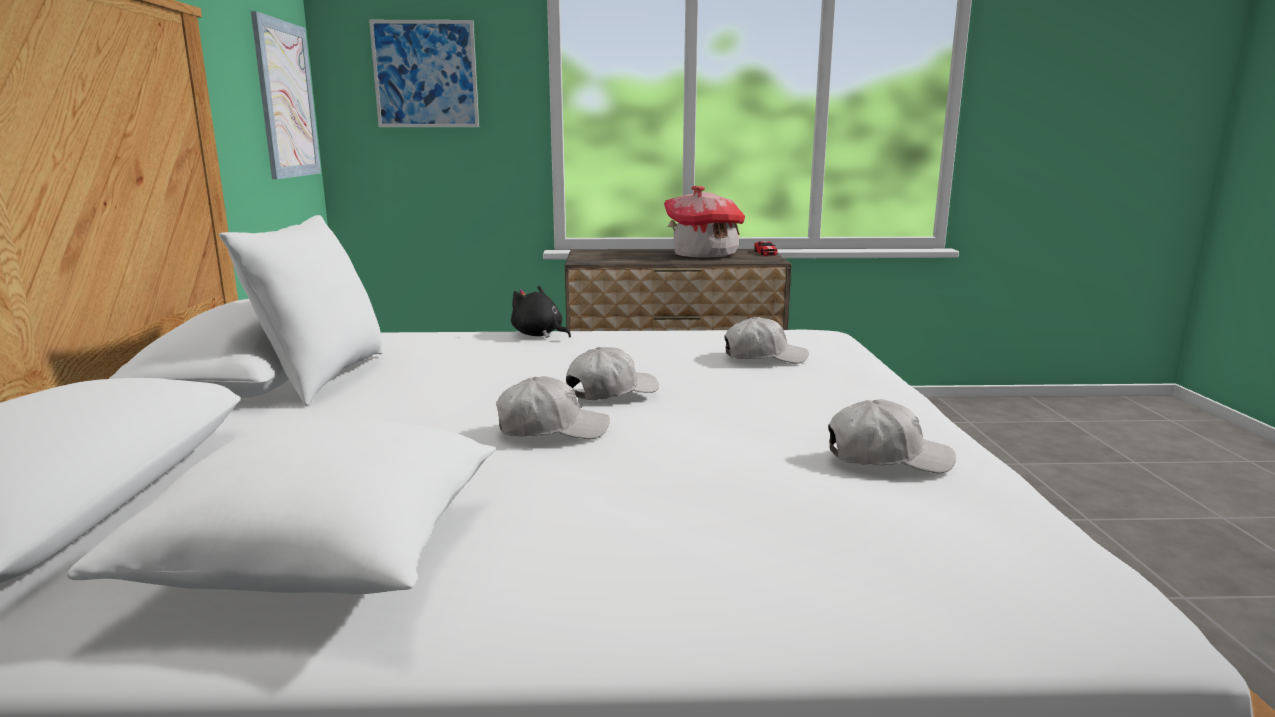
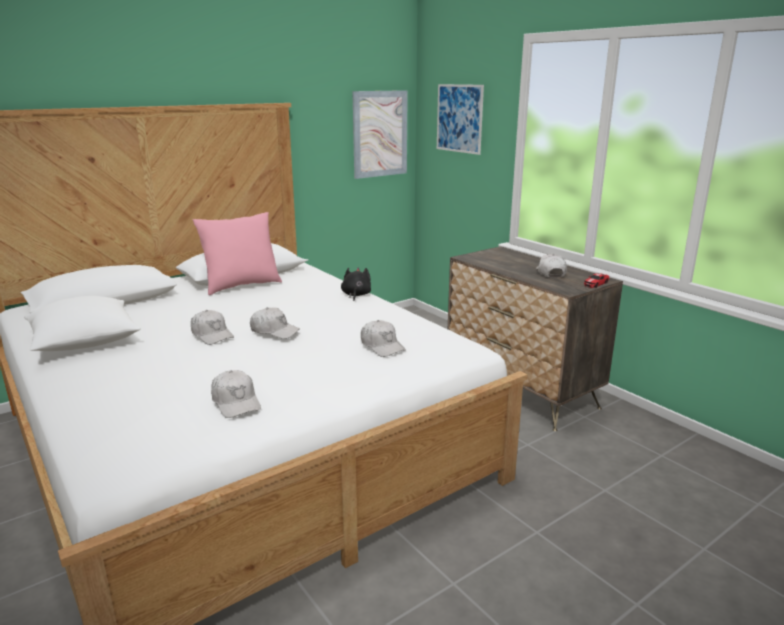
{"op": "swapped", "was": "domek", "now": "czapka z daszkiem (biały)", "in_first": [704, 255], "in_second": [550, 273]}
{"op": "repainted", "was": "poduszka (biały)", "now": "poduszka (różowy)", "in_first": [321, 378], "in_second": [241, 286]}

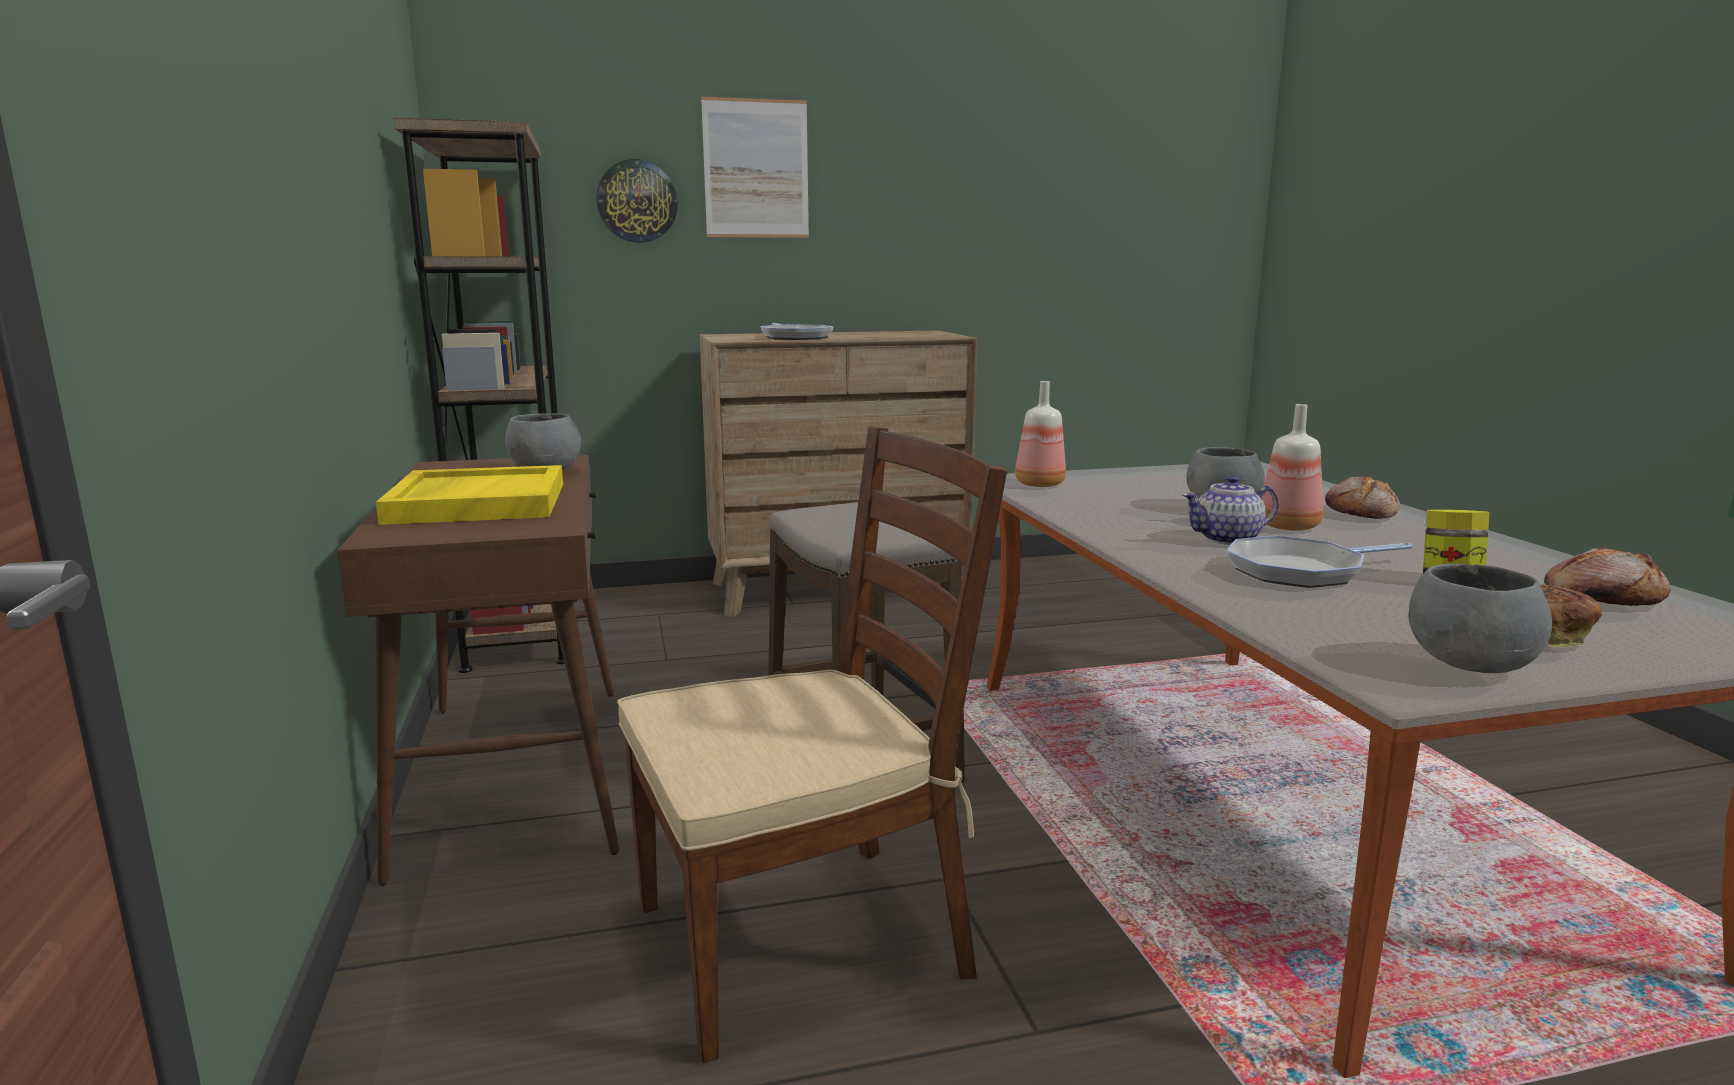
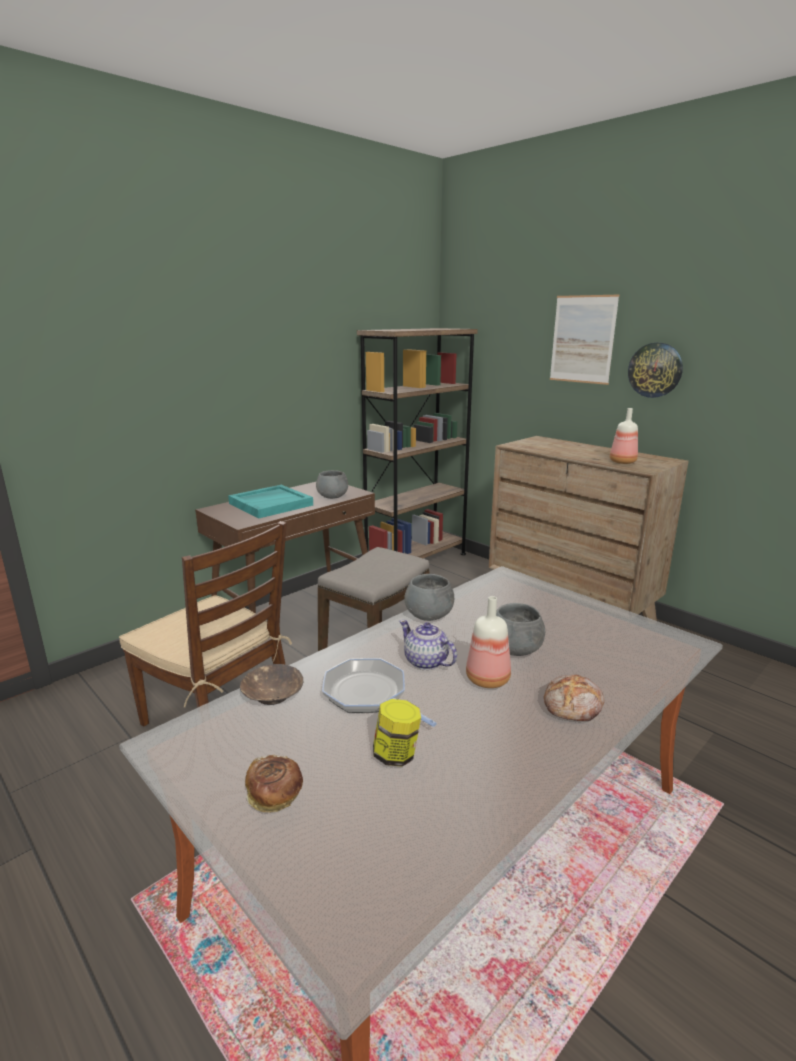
{"op": "shifted", "was": "zegar ścienny", "in_first": [637, 201], "in_second": [655, 370]}
{"op": "gone", "was": "patelnia", "in_first": [795, 337]}
{"op": "shifted", "was": "butelka", "in_first": [1038, 484], "in_second": [621, 462]}
{"op": "repainted", "was": "taca (żółty)", "now": "taca (turkusowy)", "in_first": [477, 502], "in_second": [271, 504]}
{"op": "gone", "was": "chleb", "in_first": [1602, 597]}
{"op": "shifted", "was": "miska (szary)", "in_first": [1470, 664], "in_second": [429, 616]}
{"op": "new", "now": "miska (brązowy)", "in_second": [272, 694]}

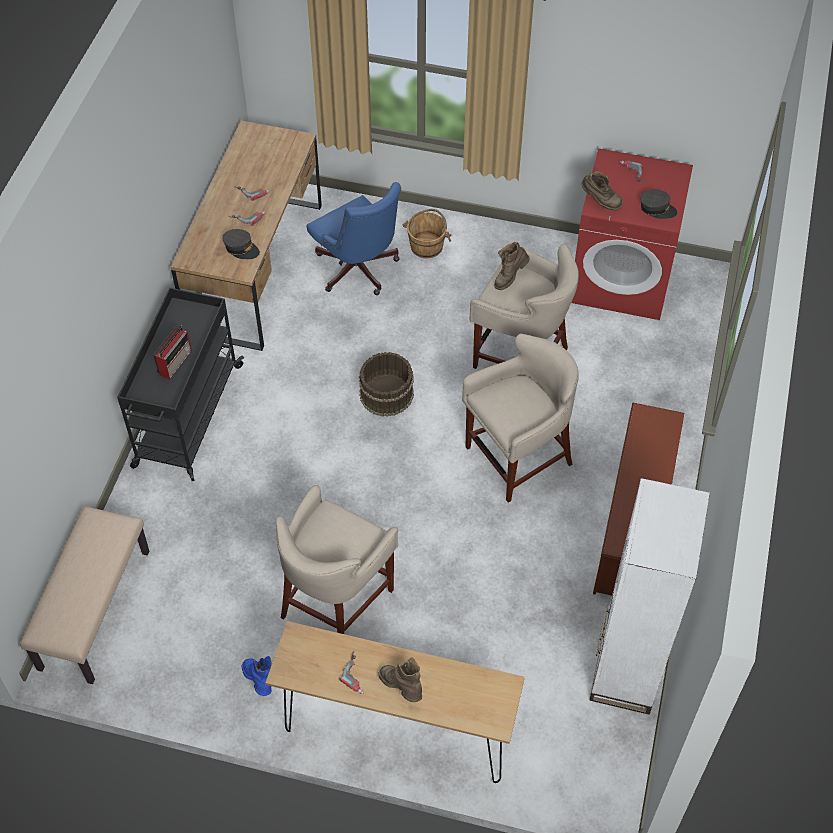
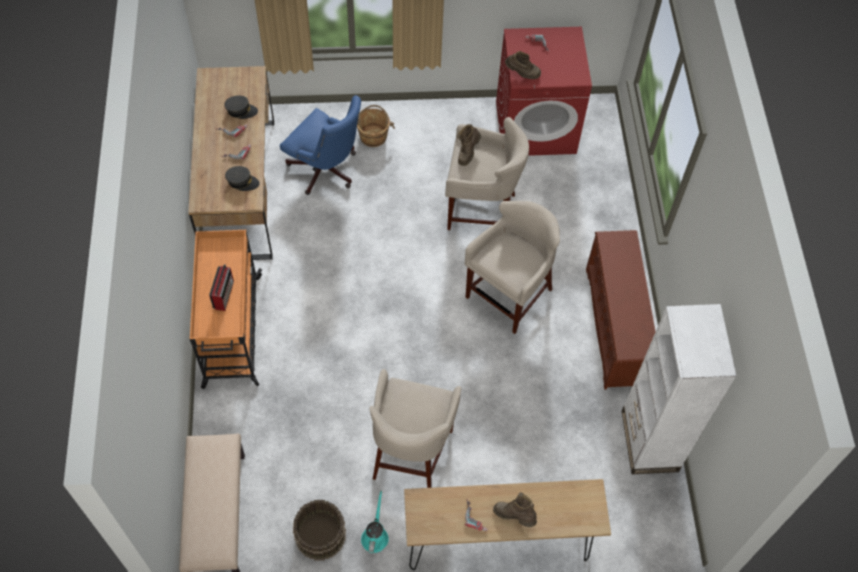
{"op": "shifted", "was": "czapka z daszkiem (szary)", "in_first": [657, 209], "in_second": [241, 110]}
{"op": "repainted", "was": "wózek (czarny)", "now": "wózek (pomarańczowy)", "in_first": [187, 417], "in_second": [232, 332]}
{"op": "shifted", "was": "wiadro (brązowy)", "in_first": [386, 393], "in_second": [319, 534]}
{"op": "swapped", "was": "but z cholewką (niebieski)", "now": "konewka (turkusowy)", "in_first": [259, 681], "in_second": [375, 536]}

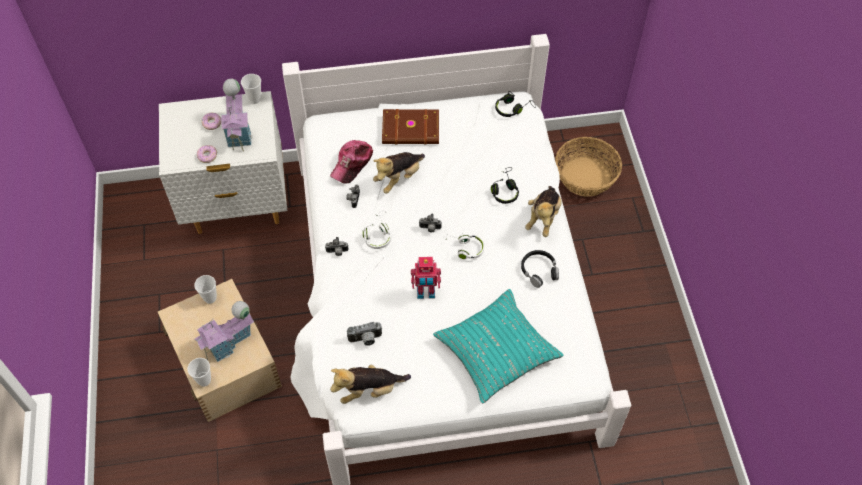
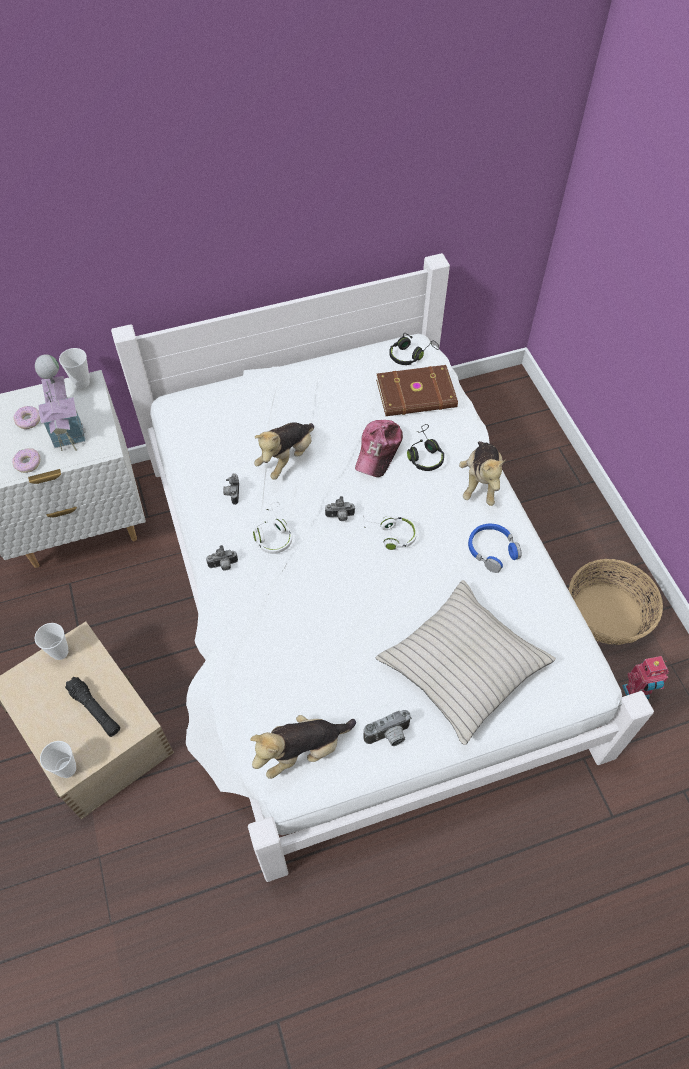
{"op": "shifted", "was": "książka (brązowy)", "in_first": [411, 130], "in_second": [417, 395]}
{"op": "shifted", "was": "koszyk", "in_first": [586, 176], "in_second": [607, 613]}
{"op": "shifted", "was": "czapka z daszkiem", "in_first": [352, 164], "in_second": [378, 451]}
{"op": "repainted", "was": "słuchawki (czarny)", "now": "słuchawki (niebieski)", "in_first": [539, 270], "in_second": [492, 550]}
{"op": "shifted", "was": "robot zabawkowy", "in_first": [426, 293], "in_second": [636, 693]}
{"op": "repainted", "was": "poduszka (turkusowy)", "now": "poduszka (beżowy)", "in_first": [496, 350], "in_second": [462, 666]}
{"op": "swapped", "was": "domek", "now": "latarka (czarny)", "in_first": [229, 343], "in_second": [95, 710]}
{"op": "shifted", "was": "aparat fotograficzny", "in_first": [365, 340], "in_second": [389, 736]}

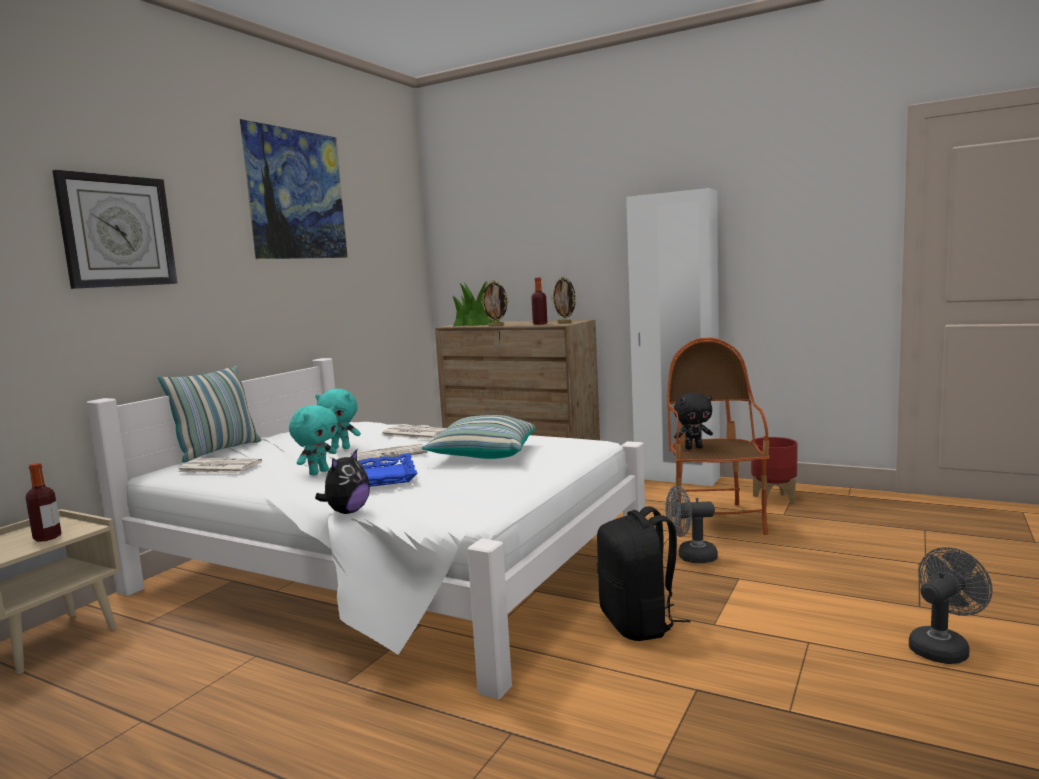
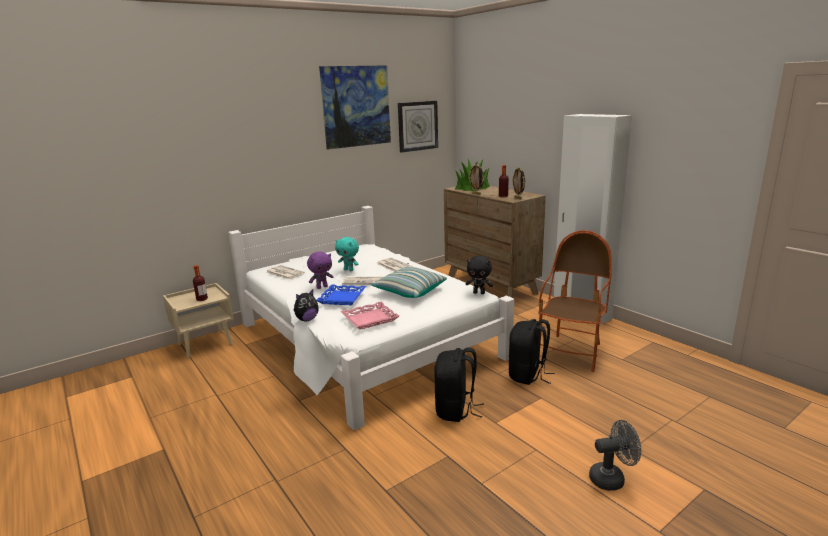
{"op": "shifted", "was": "zegar ścienny", "in_first": [117, 231], "in_second": [417, 126]}
{"op": "gone", "was": "poduszka", "in_first": [217, 451]}
{"op": "shifted", "was": "pluszak (czarny)", "in_first": [693, 448], "in_second": [479, 293]}
{"op": "repainted", "was": "pluszak (turkusowy)", "now": "pluszak (fioletowy)", "in_first": [318, 472], "in_second": [322, 287]}
{"op": "gone", "was": "donica (czerwony)", "in_first": [774, 500]}
{"op": "swapped", "was": "wentylator (szary)", "now": "plecak (czarny)", "in_first": [690, 557], "in_second": [528, 375]}
{"op": "new", "now": "taca (różowy)", "in_second": [370, 319]}

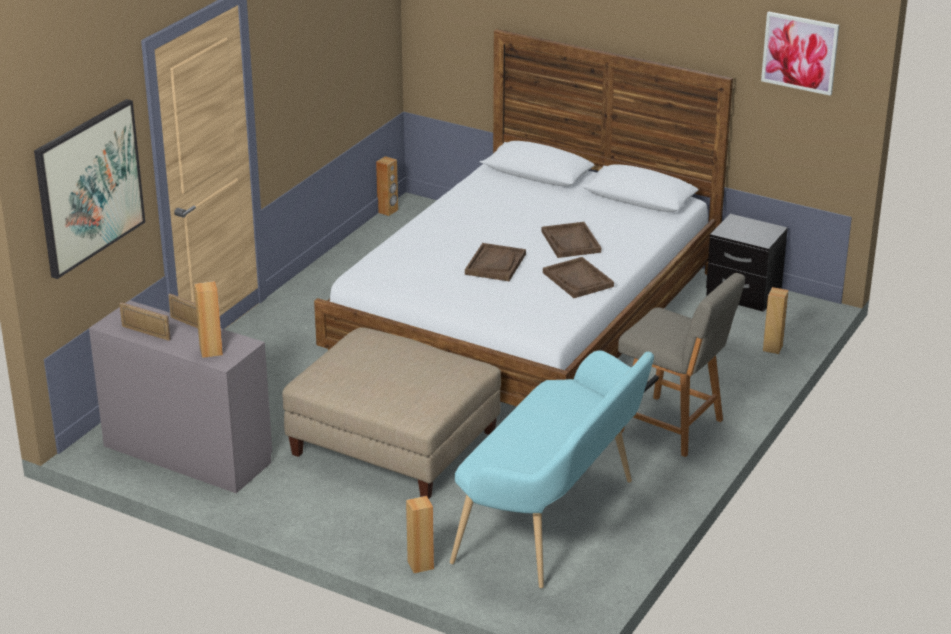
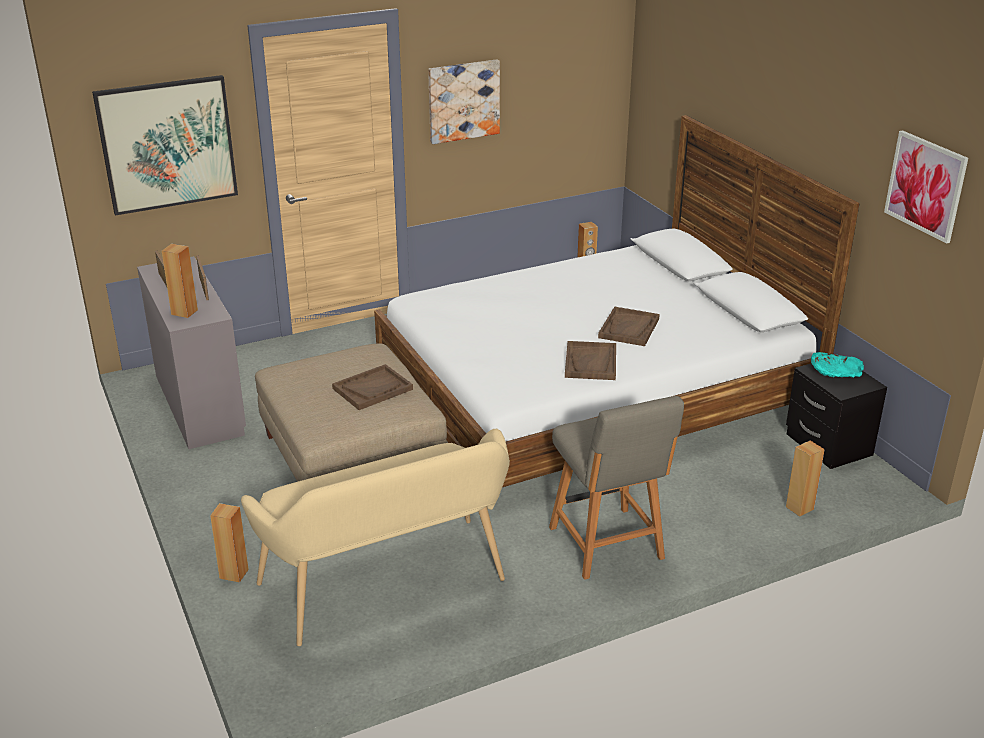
{"op": "shifted", "was": "taca (brązowy)", "in_first": [495, 264], "in_second": [372, 389]}
{"op": "repainted", "was": "ławka (turkusowy)", "now": "ławka (beżowy)", "in_first": [554, 522], "in_second": [389, 588]}
{"op": "new", "now": "obraz", "in_second": [463, 101]}
{"op": "new", "now": "miska (turkusowy)", "in_second": [835, 373]}

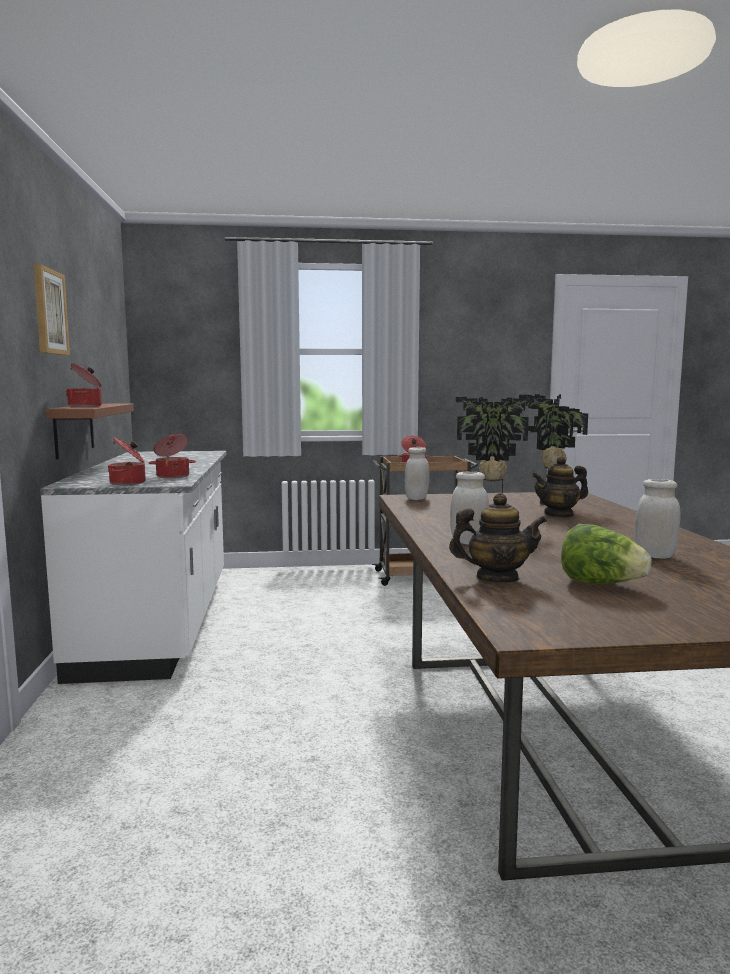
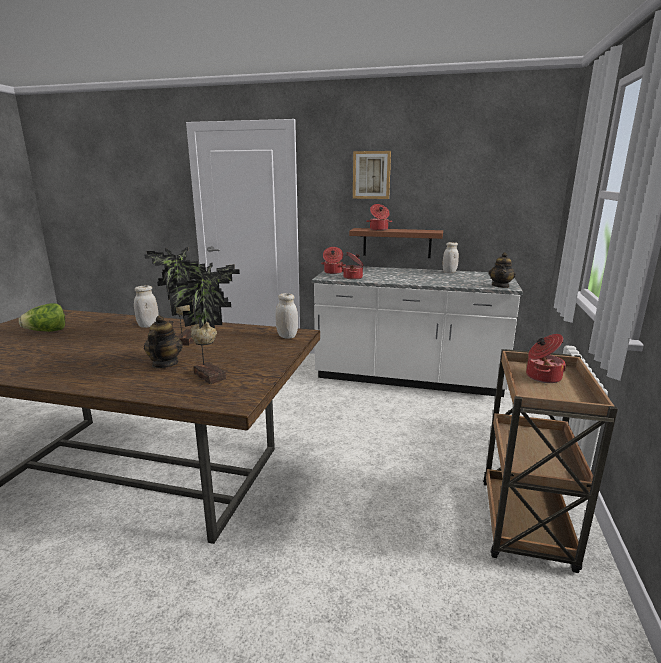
{"op": "shifted", "was": "słoik (biały)", "in_first": [654, 556], "in_second": [449, 272]}
{"op": "shifted", "was": "imbryk", "in_first": [496, 578], "in_second": [501, 286]}

